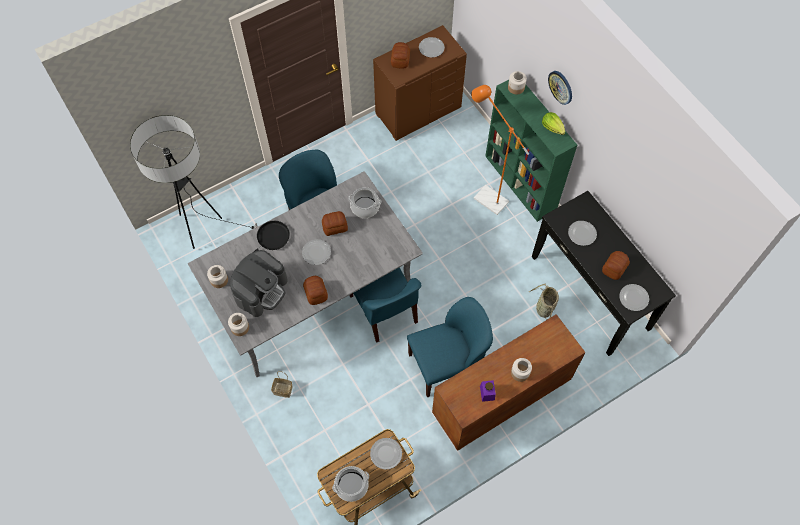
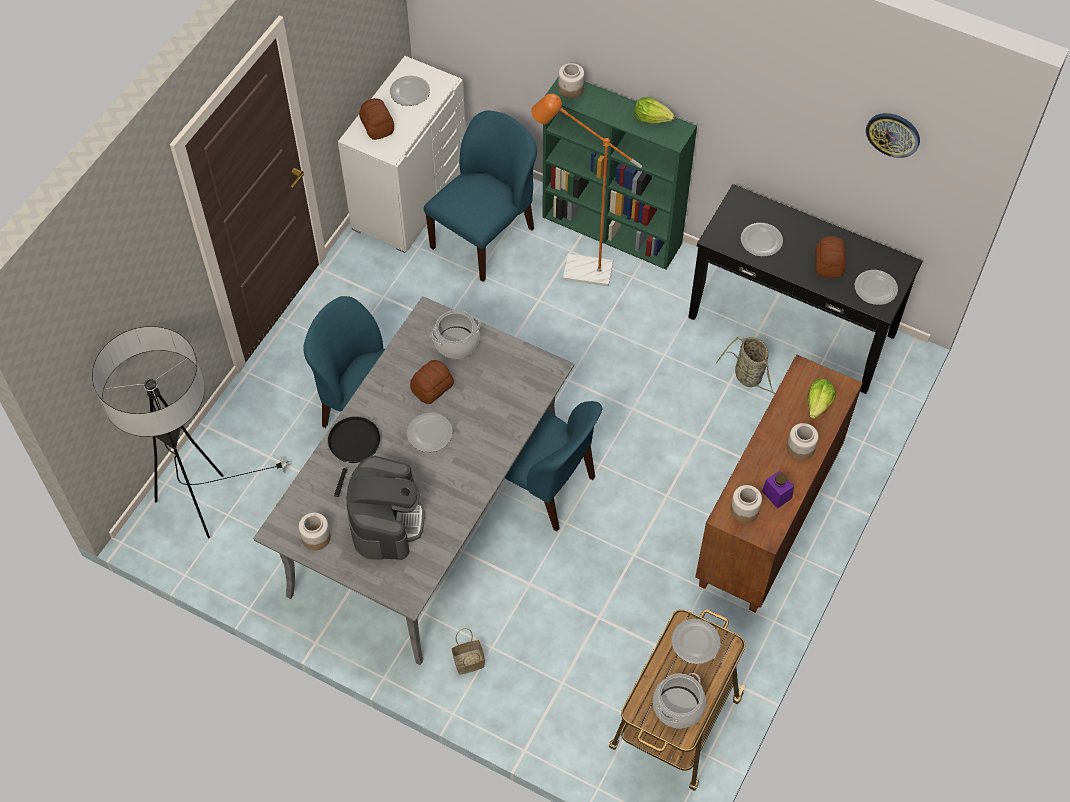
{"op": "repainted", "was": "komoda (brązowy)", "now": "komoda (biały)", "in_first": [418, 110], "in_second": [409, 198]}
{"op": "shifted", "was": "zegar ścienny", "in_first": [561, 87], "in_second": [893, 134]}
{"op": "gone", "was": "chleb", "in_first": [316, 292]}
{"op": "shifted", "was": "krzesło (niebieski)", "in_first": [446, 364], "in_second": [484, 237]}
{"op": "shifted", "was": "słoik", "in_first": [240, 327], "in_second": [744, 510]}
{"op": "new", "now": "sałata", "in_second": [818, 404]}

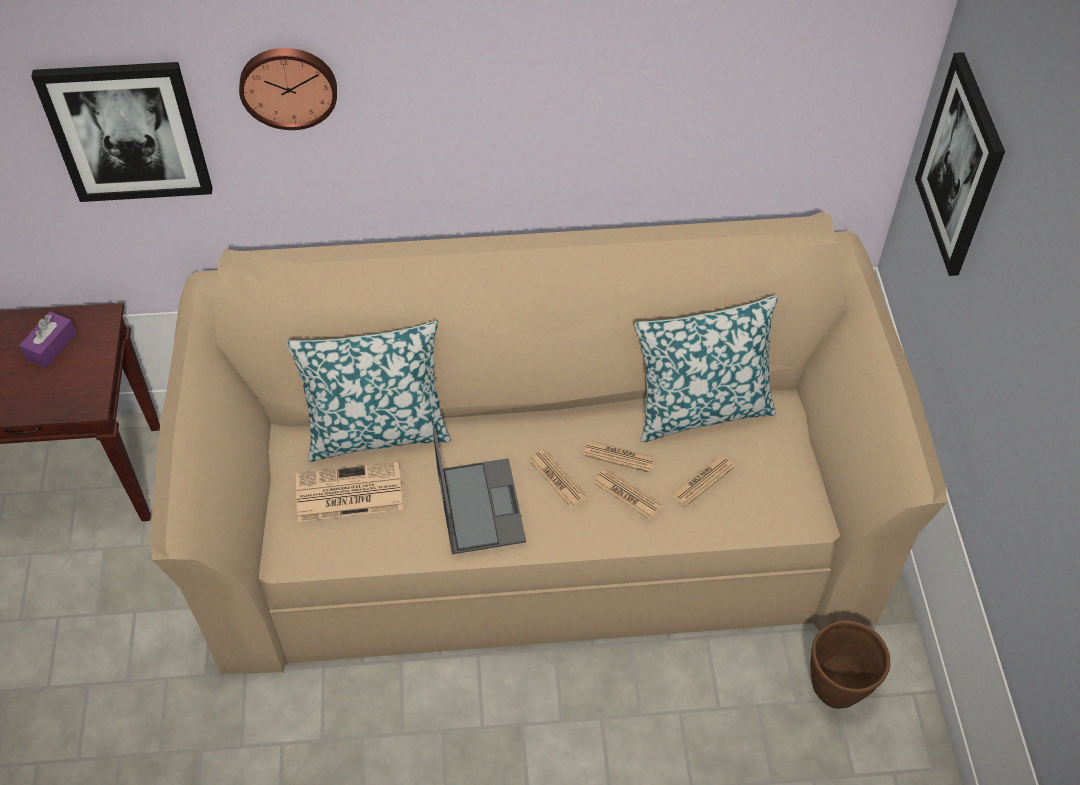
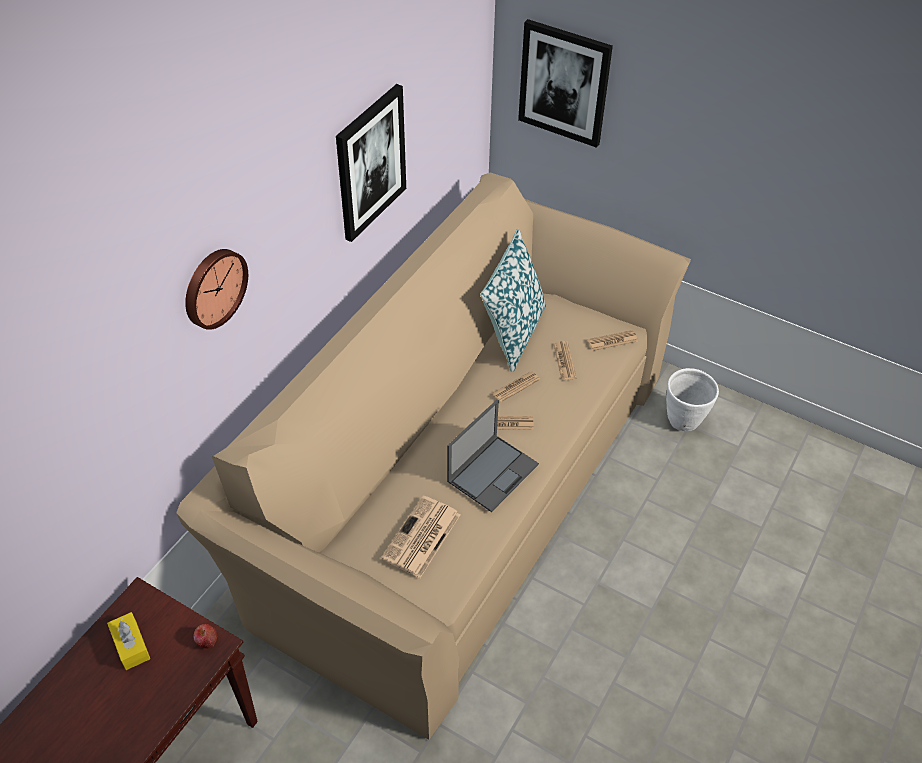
{"op": "shifted", "was": "obraz", "in_first": [127, 131], "in_second": [370, 163]}
{"op": "repainted", "was": "pudełko chusteczek (fioletowy)", "now": "pudełko chusteczek (żółty)", "in_first": [51, 346], "in_second": [131, 645]}
{"op": "gone", "was": "poduszka", "in_first": [377, 431]}
{"op": "rotated", "was": "laptop", "in_first": [479, 505], "in_second": [493, 472], "clockwise": 105}
{"op": "shifted", "was": "gazeta", "in_first": [627, 494], "in_second": [612, 341]}
{"op": "repainted", "was": "donica (brązowy)", "now": "donica (biały)", "in_first": [837, 689], "in_second": [684, 421]}
{"op": "new", "now": "jabłko", "in_second": [207, 641]}

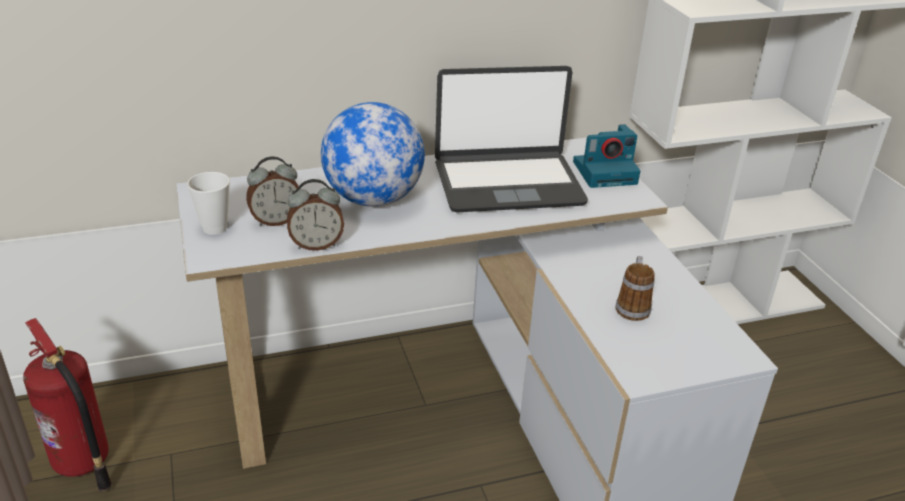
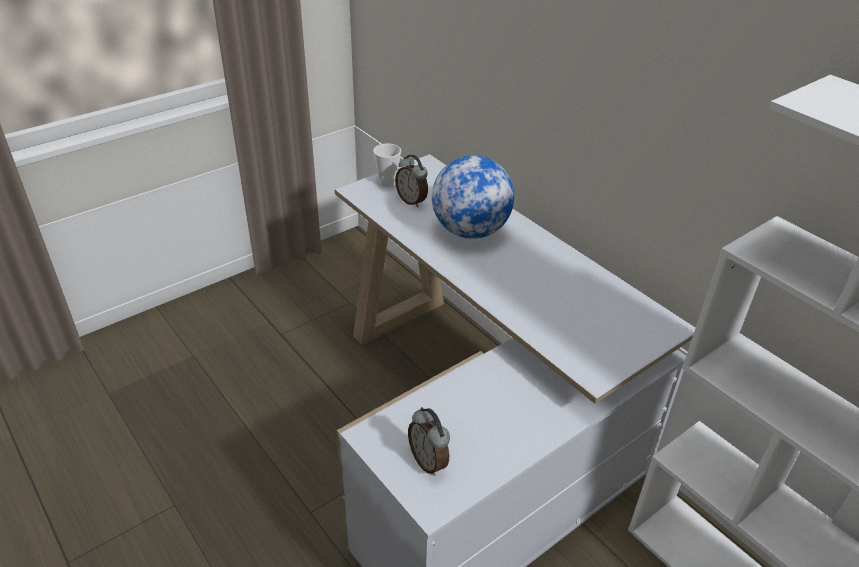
{"op": "gone", "was": "laptop", "in_first": [507, 183]}
{"op": "gone", "was": "aparat fotograficzny", "in_first": [606, 172]}
{"op": "shifted", "was": "budzik", "in_first": [316, 245], "in_second": [429, 461]}
{"op": "gone", "was": "kubek", "in_first": [632, 306]}
{"op": "gone", "was": "gaśnica", "in_first": [82, 463]}

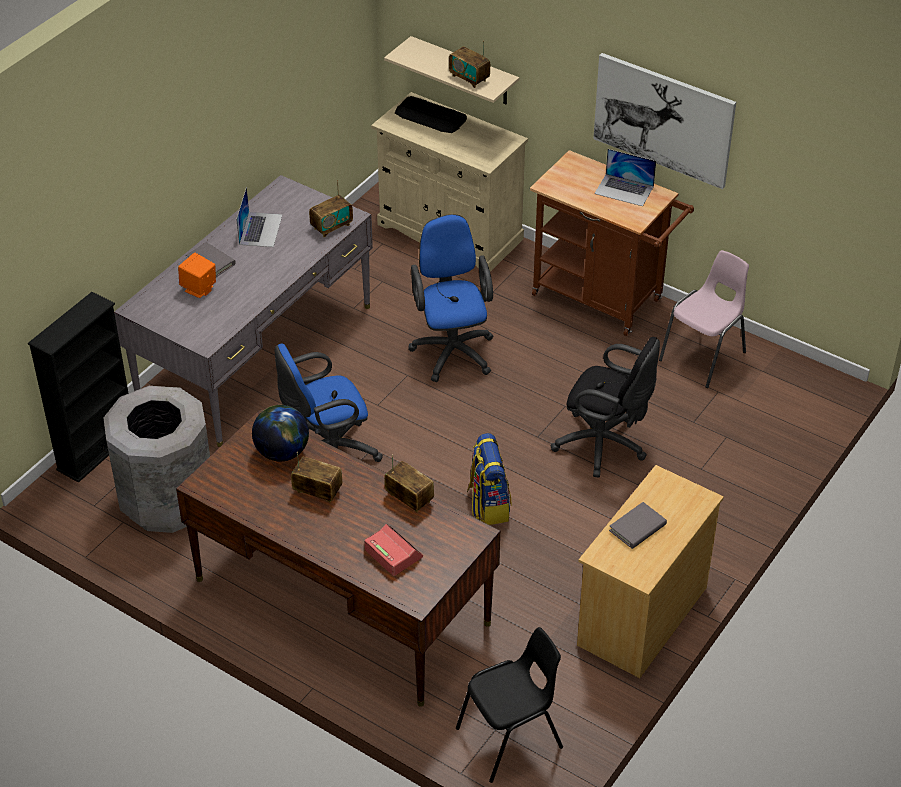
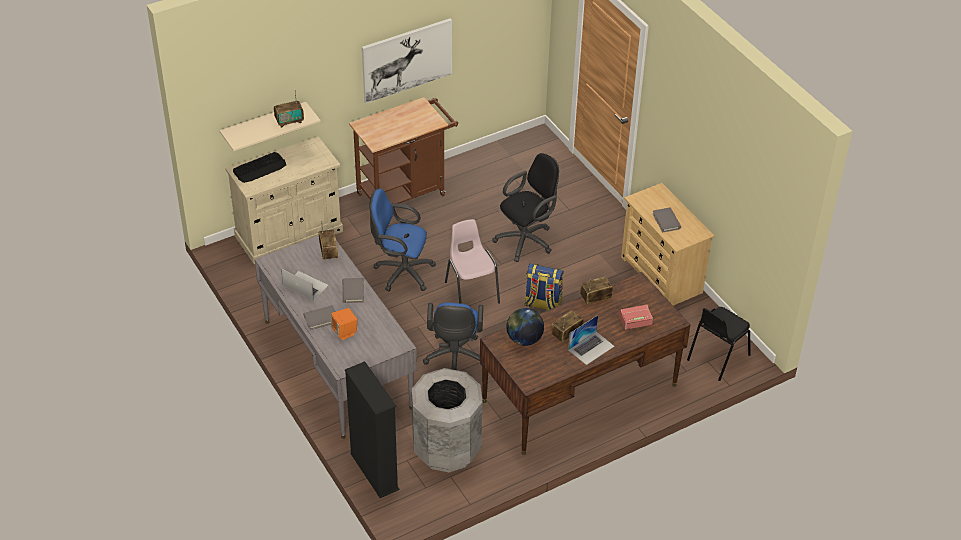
{"op": "shifted", "was": "laptop", "in_first": [624, 190], "in_second": [591, 348]}
{"op": "shifted", "was": "krzesło (różowy)", "in_first": [704, 356], "in_second": [471, 292]}
{"op": "rotated", "was": "krzesło (czarny)", "in_first": [511, 739], "in_second": [717, 357], "clockwise": -135}
{"op": "new", "now": "książka (szary)", "in_second": [353, 292]}

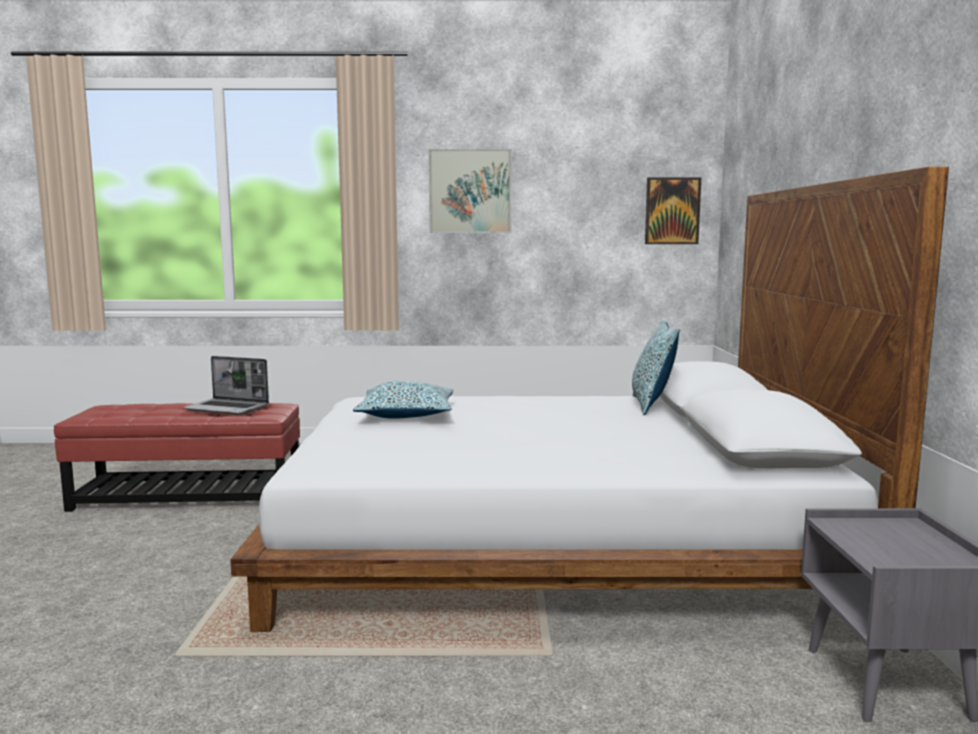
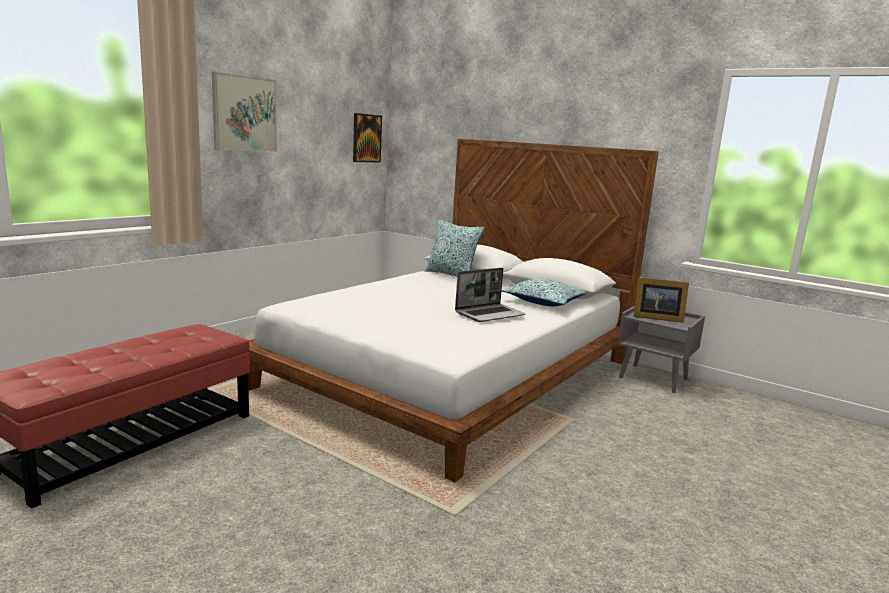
{"op": "shifted", "was": "laptop", "in_first": [228, 408], "in_second": [490, 314]}
{"op": "shifted", "was": "poduszka", "in_first": [407, 414], "in_second": [544, 302]}
{"op": "new", "now": "ramka na zdjęcie", "in_second": [655, 317]}

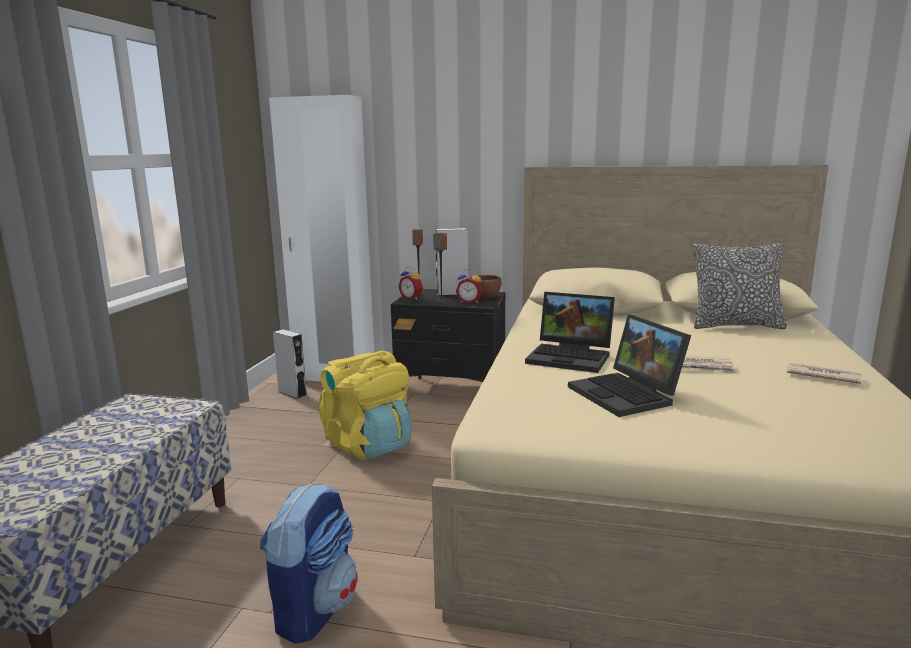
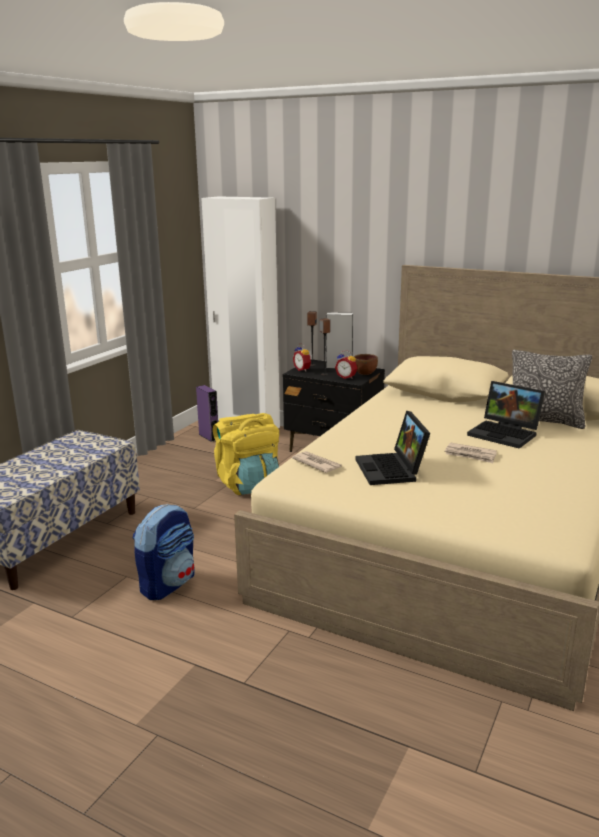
{"op": "shifted", "was": "laptop", "in_first": [572, 357], "in_second": [506, 434]}
{"op": "repainted", "was": "głośnik (szary)", "now": "głośnik (fioletowy)", "in_first": [292, 393], "in_second": [209, 437]}
{"op": "shifted", "was": "gazeta", "in_first": [822, 376], "in_second": [316, 464]}

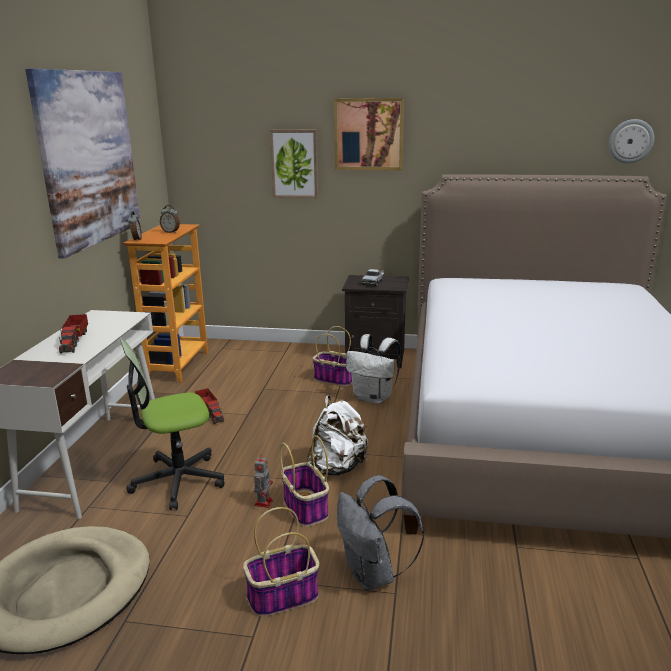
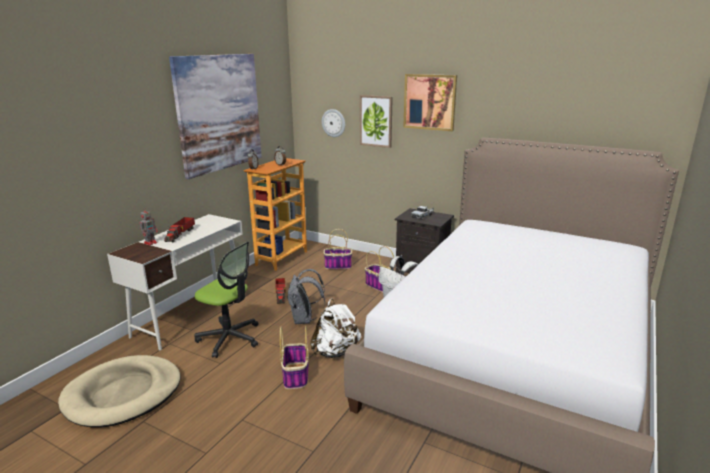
{"op": "shifted", "was": "zegar ścienny", "in_first": [630, 141], "in_second": [333, 123]}
{"op": "rotated", "was": "krzesło biurowe", "in_first": [177, 480], "in_second": [229, 338], "clockwise": -150}
{"op": "shifted", "was": "robot zabawkowy", "in_first": [263, 502], "in_second": [151, 242]}
{"op": "shifted", "was": "plecak (szary)", "in_first": [373, 575], "in_second": [304, 320]}
{"op": "shifted", "was": "koszyk", "in_first": [282, 597], "in_second": [337, 266]}

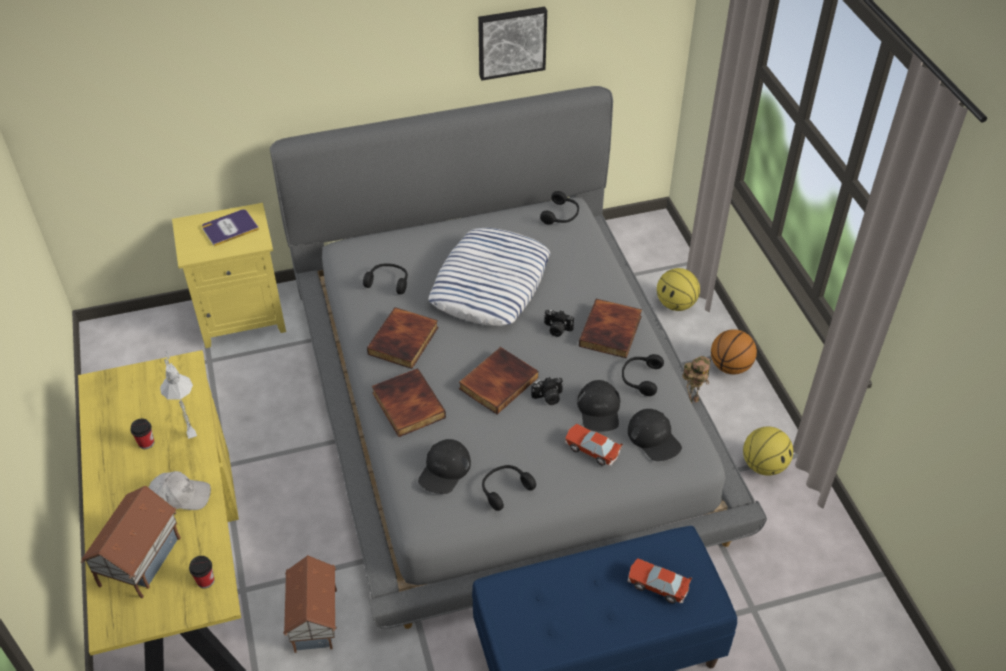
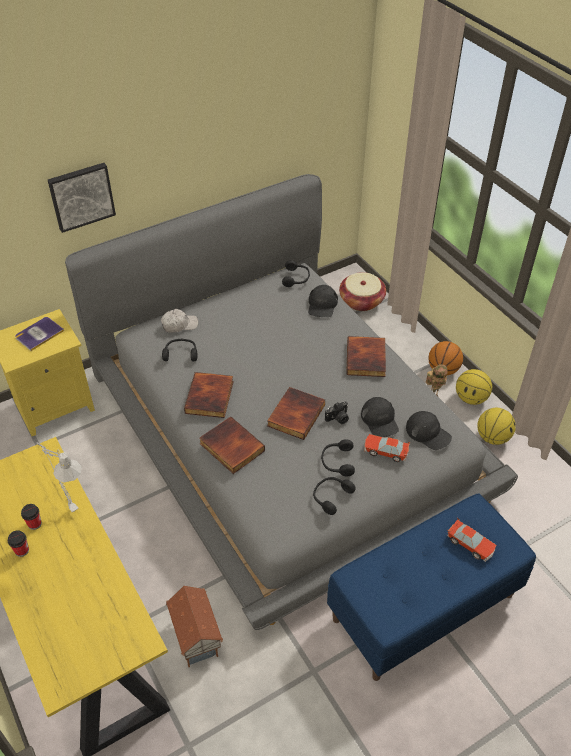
{"op": "shifted", "was": "obraz", "in_first": [511, 41], "in_second": [81, 196]}
{"op": "gone", "was": "poduszka", "in_first": [490, 283]}
{"op": "shifted", "was": "piłka do koszykówki", "in_first": [676, 304], "in_second": [471, 398]}
{"op": "gone", "was": "aparat fotograficzny", "in_first": [557, 329]}
{"op": "shifted", "was": "słuchawki (czarny)", "in_first": [640, 378], "in_second": [337, 462]}
{"op": "shifted", "was": "czapka z daszkiem (czarny)", "in_first": [444, 470], "in_second": [322, 305]}
{"op": "shifted", "was": "czapka z daszkiem (biały)", "in_first": [180, 496], "in_second": [179, 325]}
{"op": "gone", "was": "domek", "in_first": [139, 561]}
{"op": "shifted", "was": "filiżanka", "in_first": [205, 581], "in_second": [22, 550]}
{"op": "rotated", "was": "samochodzik", "in_first": [657, 585], "in_second": [470, 544], "clockwise": -150}
{"op": "new", "now": "koszyk", "in_second": [361, 301]}

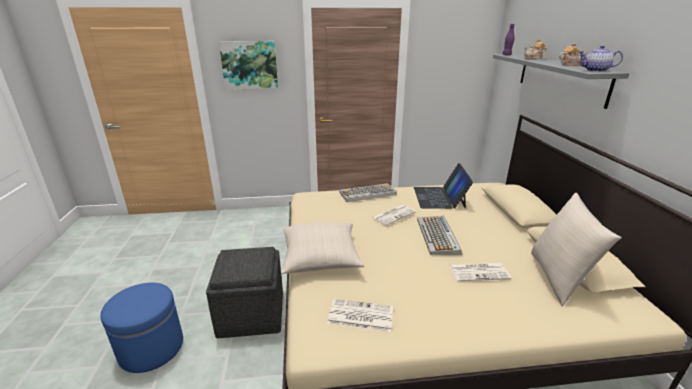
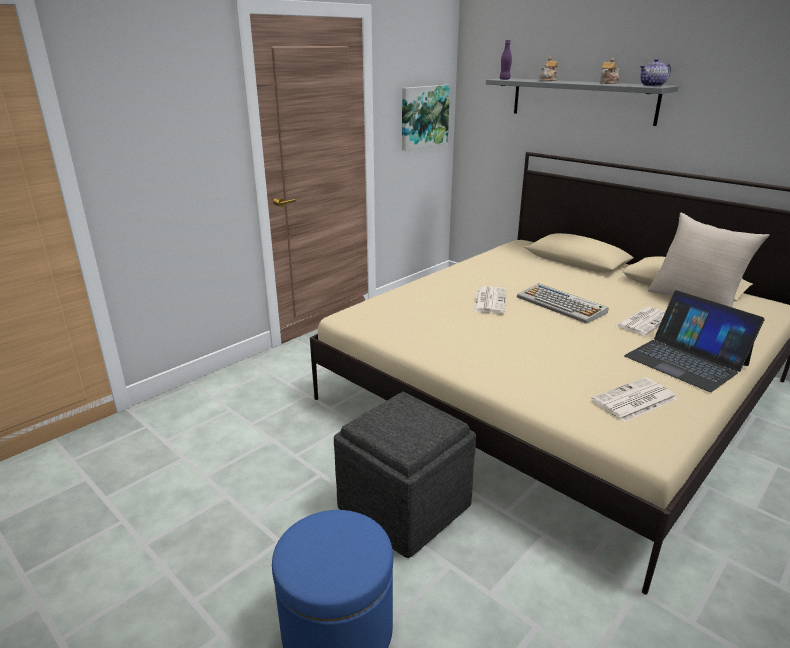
{"op": "shifted", "was": "obraz", "in_first": [249, 65], "in_second": [424, 116]}
{"op": "shifted", "was": "laptop", "in_first": [439, 197], "in_second": [686, 360]}
{"op": "gone", "was": "klawiatura", "in_first": [367, 193]}
{"op": "gone", "was": "poduszka (beżowy)", "in_first": [320, 258]}

